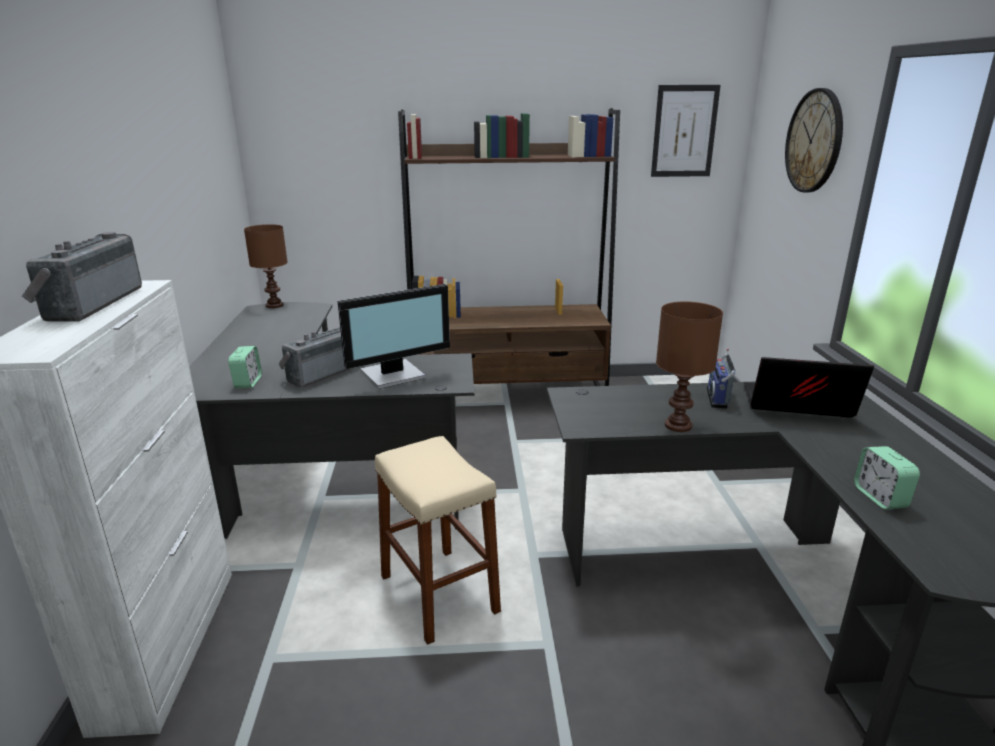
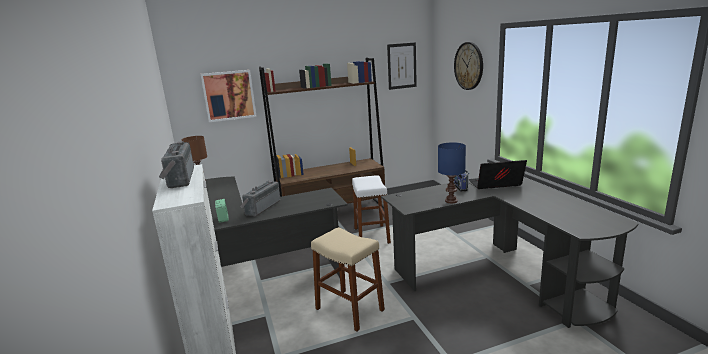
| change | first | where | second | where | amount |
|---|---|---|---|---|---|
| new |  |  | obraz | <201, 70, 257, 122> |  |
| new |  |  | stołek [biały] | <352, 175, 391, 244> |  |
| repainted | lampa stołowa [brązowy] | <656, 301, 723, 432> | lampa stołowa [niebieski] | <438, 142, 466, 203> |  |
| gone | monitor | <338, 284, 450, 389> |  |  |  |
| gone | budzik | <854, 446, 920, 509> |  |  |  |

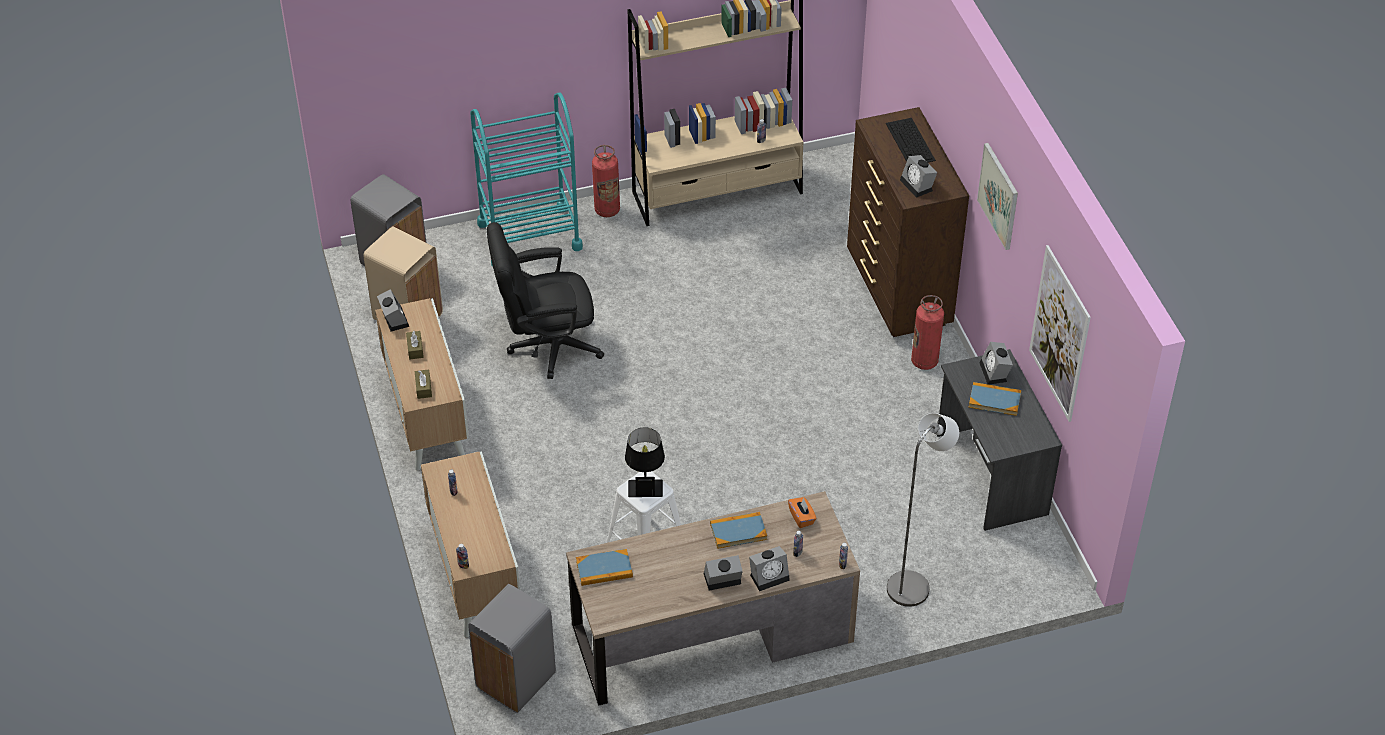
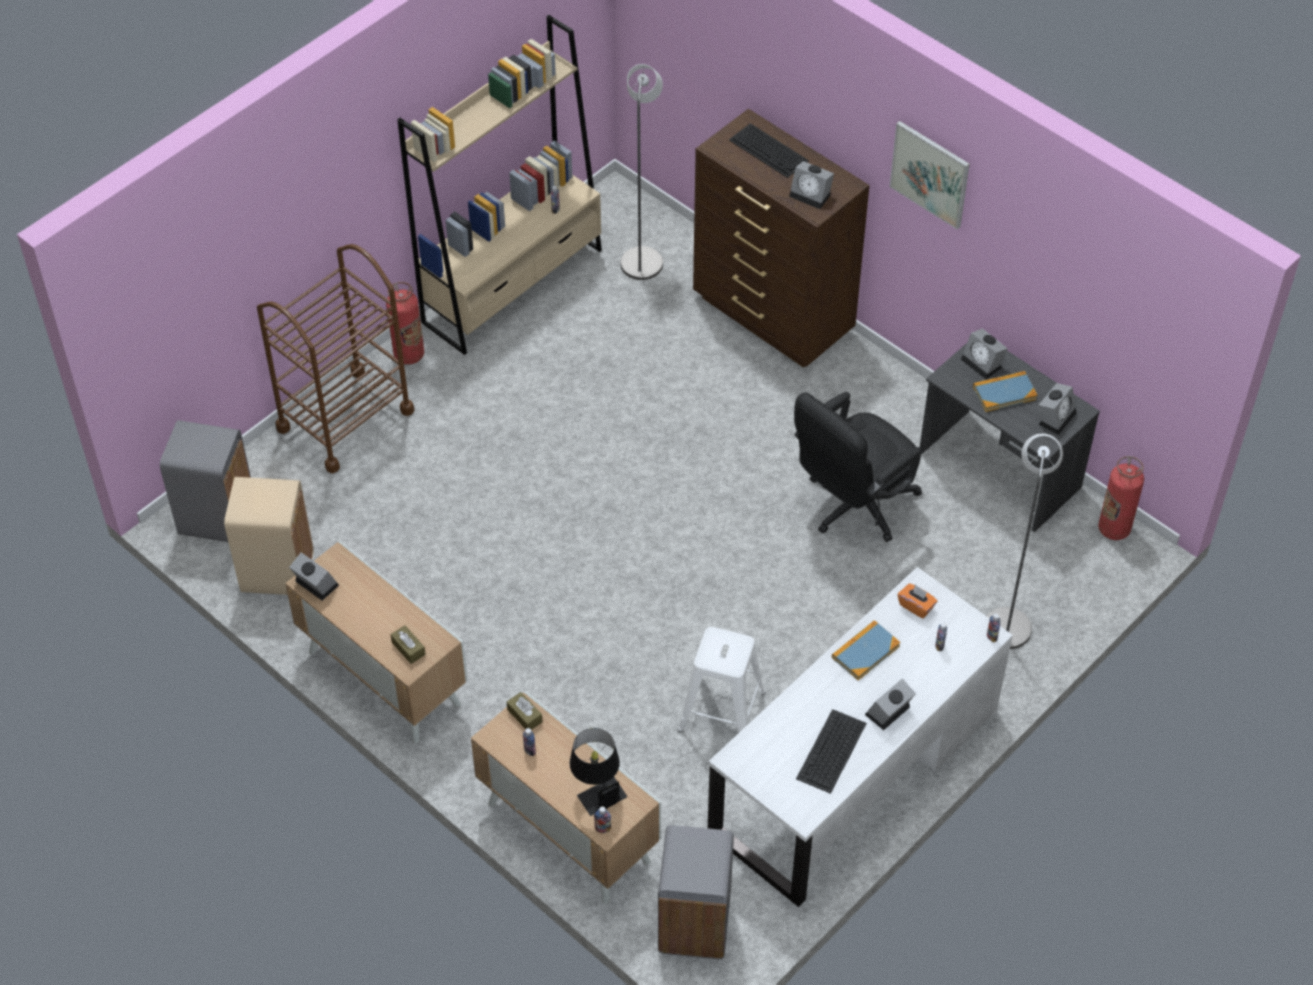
| change | first | where | second | where | amount |
|---|---|---|---|---|---|
| repainted | wózek [turkusowy] | <470, 93, 583, 267> | wózek [brązowy] | <257, 244, 415, 474> |  |
| shifted | pudełko chusteczek [brązowy] | <406, 331, 424, 359> |  | <507, 692, 543, 730> |  |
| shifted | lampa stołowa [czarny] | <625, 427, 665, 497> |  | <570, 728, 627, 816> |  |
| new |  |  | lampa stojąca [szary] | <620, 64, 663, 280> |  |
| repainted | biurko [brązowy] | <566, 491, 860, 706> | biurko [biały] | <708, 567, 1013, 907> |  |
| shifted | krzesło biurowe [czarny] | <487, 222, 604, 379> |  | <794, 392, 922, 542> |  |
| new |  |  | klawiatura | <796, 709, 867, 794> |  |
| shifted | budzik | <749, 546, 790, 591> |  | <1039, 383, 1076, 435> |  |
| shifted | gaśnica | <911, 295, 944, 370> |  | <1098, 456, 1144, 540> |  |
| gone | książka | <576, 549, 633, 586> |  |  |  |
| gone | obraz | <1029, 245, 1091, 422> |  |  |  |

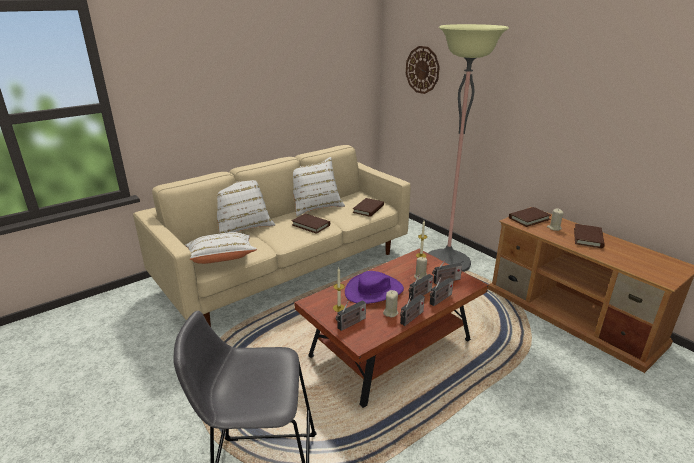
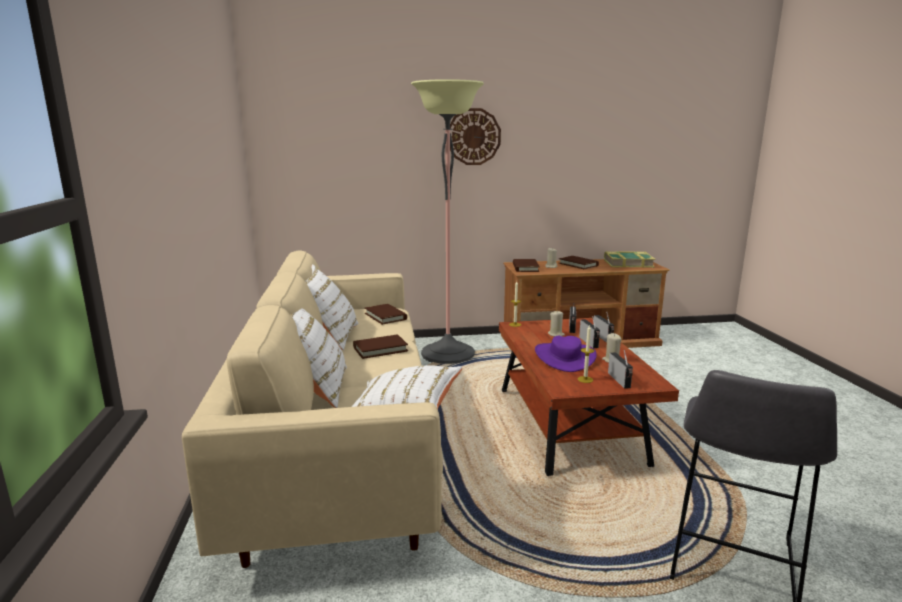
| change | first | where | second | where | amount |
|---|---|---|---|---|---|
| shifted | zegar ścienny | <406, 46, 440, 94> |  | <450, 108, 501, 165> |  |
| new |  |  | książka | <604, 251, 655, 268> |  |
| gone | radio | <400, 295, 425, 326> |  |  |  |

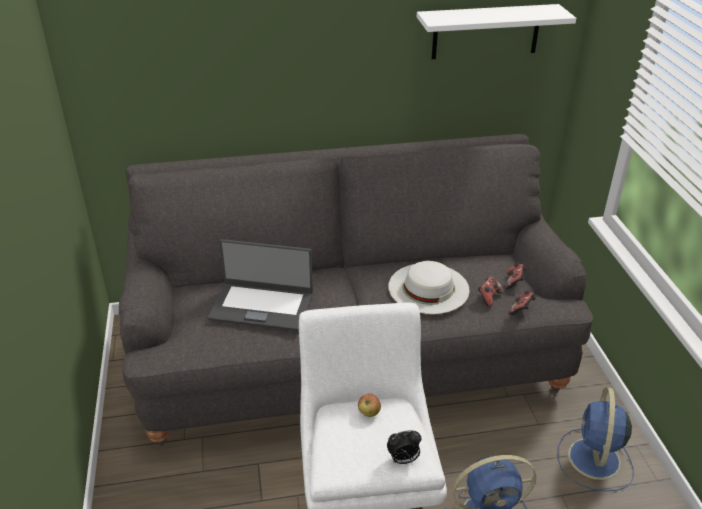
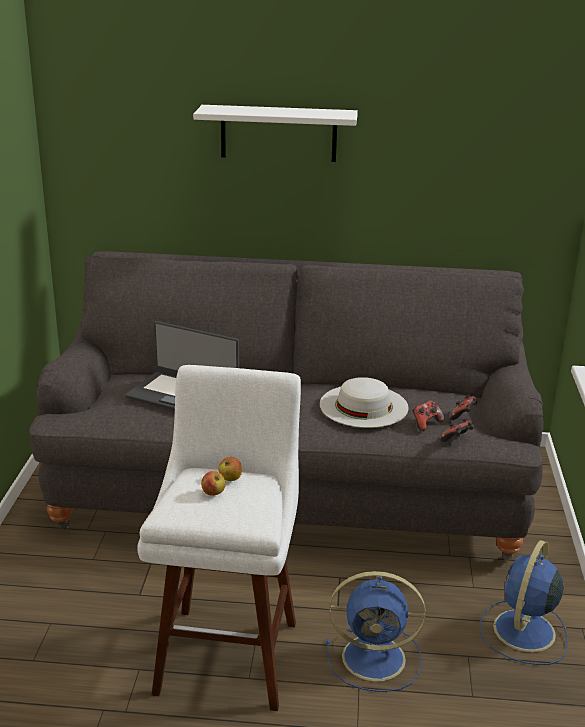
| change | first | where | second | where | amount |
|---|---|---|---|---|---|
| shifted | półka [biały] | <416, 4, 576, 59> |  | <193, 105, 358, 162> |  |
| new |  |  | jabłko | <201, 471, 226, 496> |  |
| gone | budzik | <387, 430, 422, 464> |  |  |  |

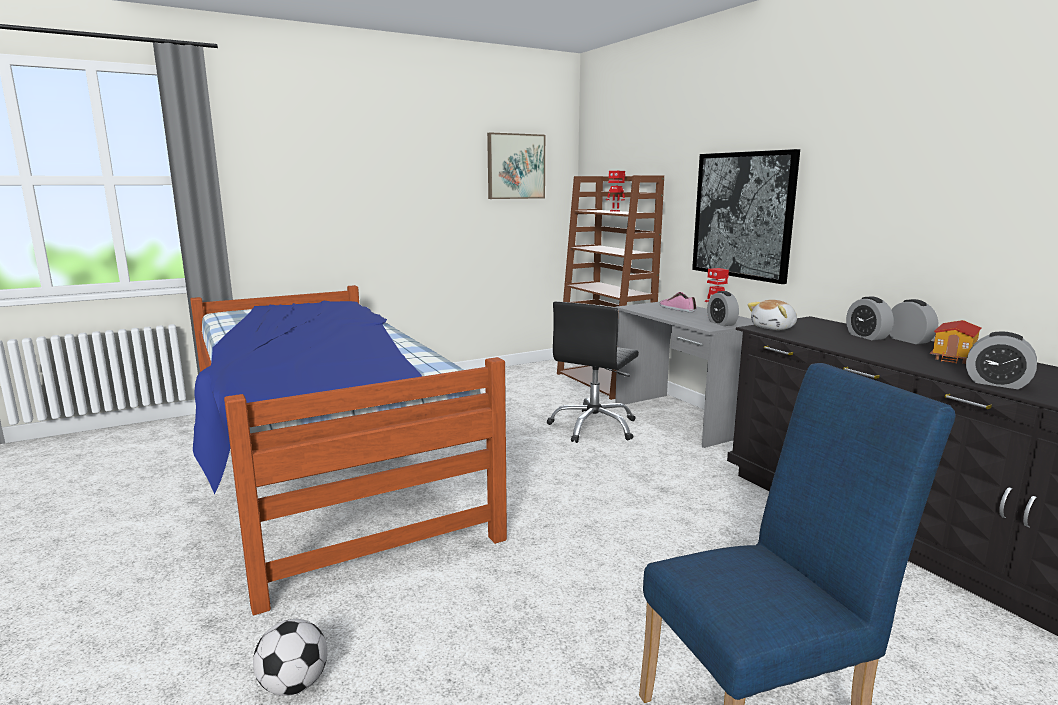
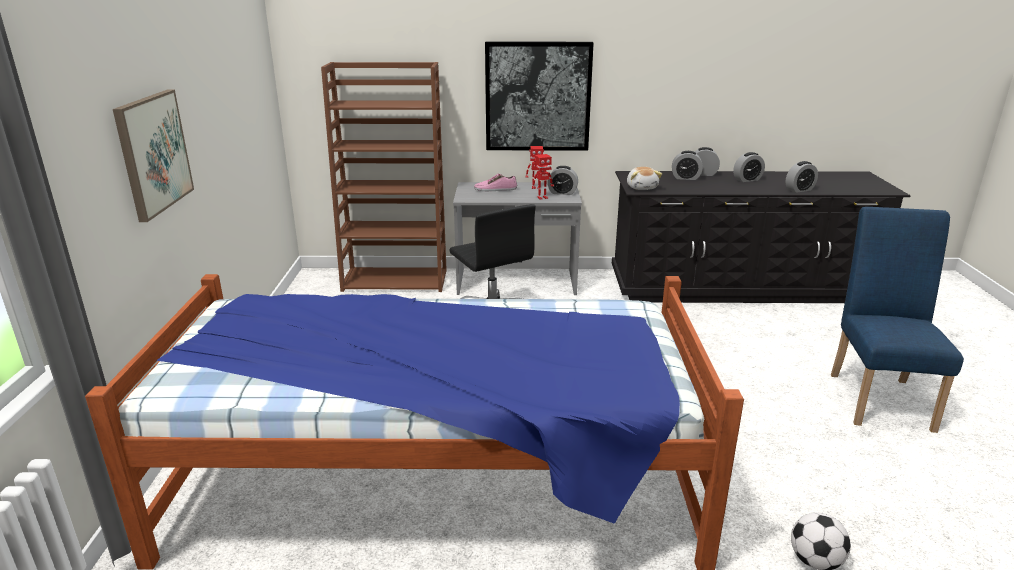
| change | first | where | second | where | amount |
|---|---|---|---|---|---|
| shifted | obraz | <487, 132, 545, 199> |  | <113, 90, 194, 222> |  |
| shifted | robot zabawkowy | <606, 171, 625, 212> |  | <532, 154, 554, 200> |  |
| swapped | domek | <930, 320, 981, 364> | budzik | <733, 152, 765, 182> |  |

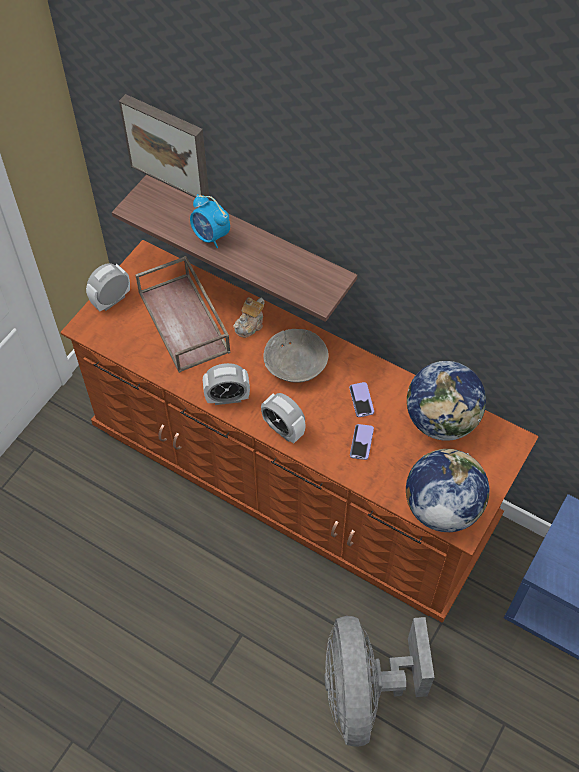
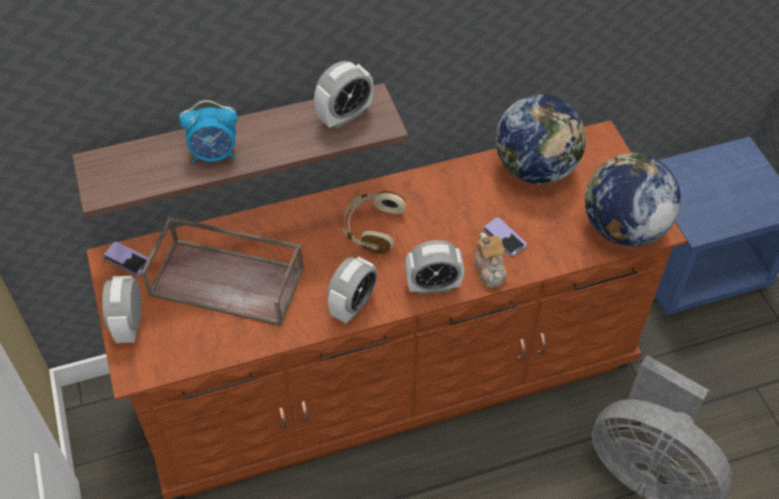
| change | first | where | second | where | amount |
|---|---|---|---|---|---|
| shifted | telefon | <349, 382, 374, 417> |  | <103, 242, 148, 276> |  |
| new |  |  | budzik | <314, 61, 373, 129> |  |
| swapped | miska [szary] | <263, 329, 329, 383> | słuchawki [beżowy] | <342, 191, 406, 254> |  |
| shifted | imbryk | <233, 297, 264, 338> |  | <475, 232, 507, 288> |  |
| gone | obraz | <119, 94, 209, 198> |  |  |  |

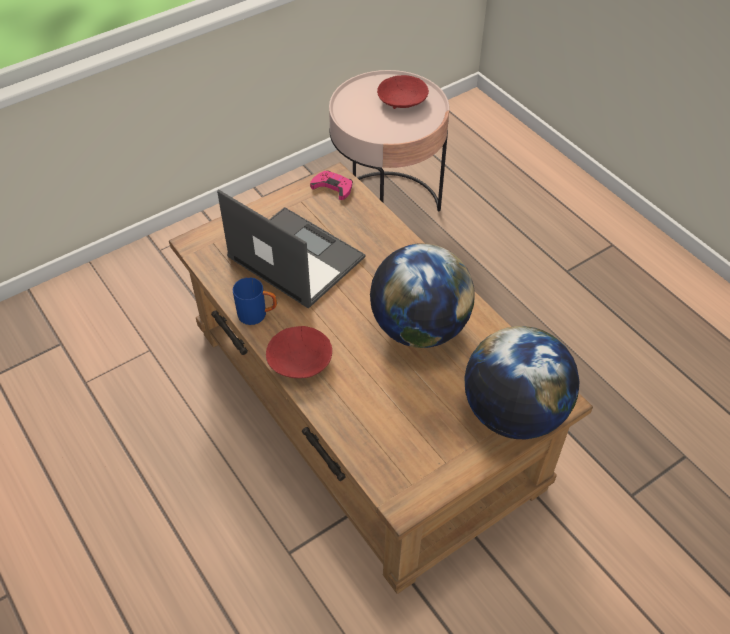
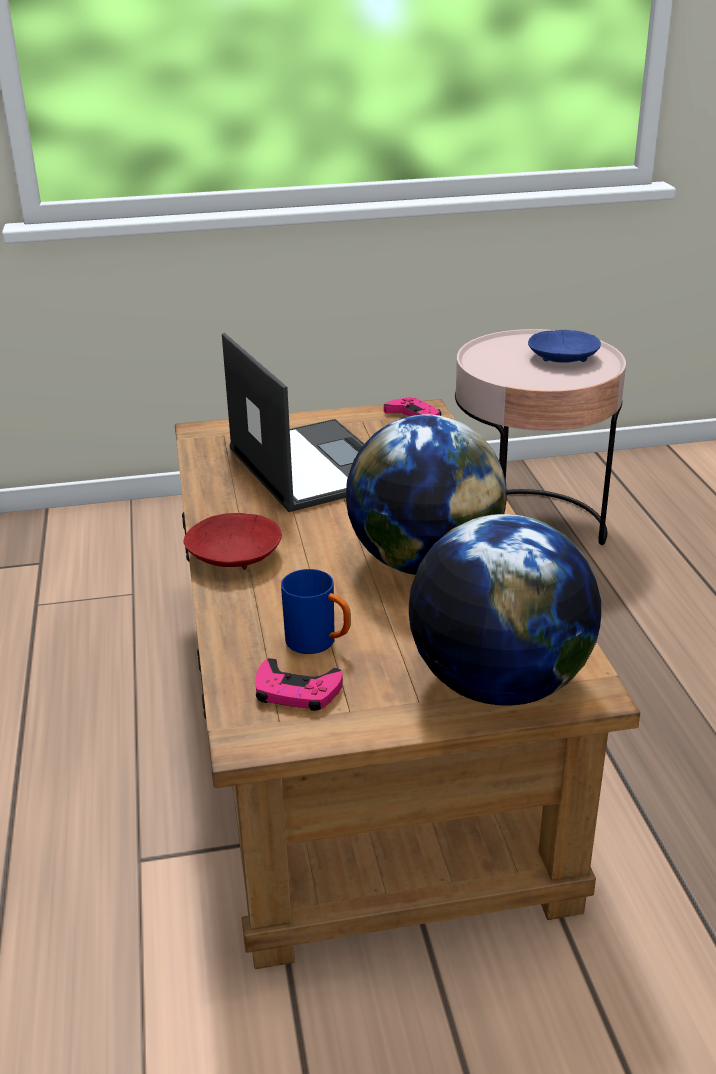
| change | first | where | second | where | amount |
|---|---|---|---|---|---|
| new |  |  | pad do gier [różowy] | <256, 658, 343, 711> |  |
| shifted | kubek [niebieski] | <233, 277, 277, 325> |  | <281, 569, 351, 654> |  |
| repainted | miska [czerwony] | <377, 75, 429, 109> | miska [niebieski] | <528, 330, 601, 363> |  |

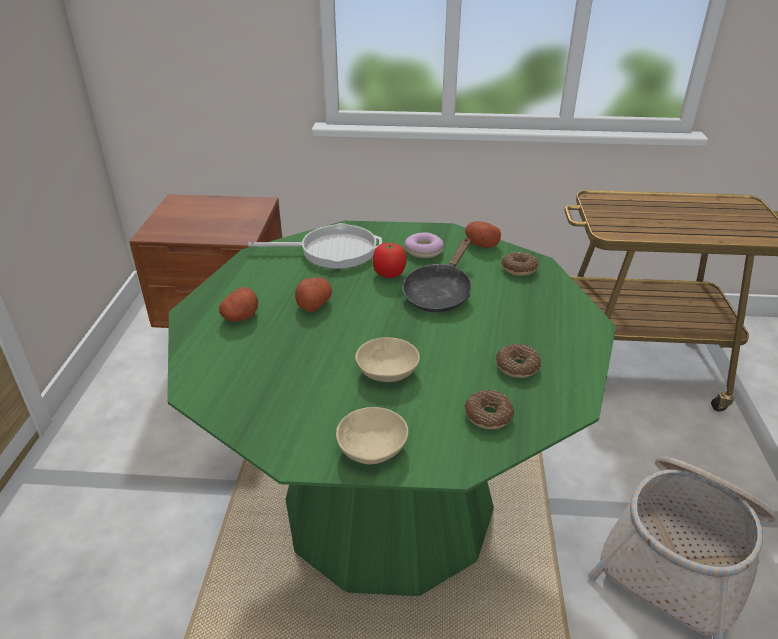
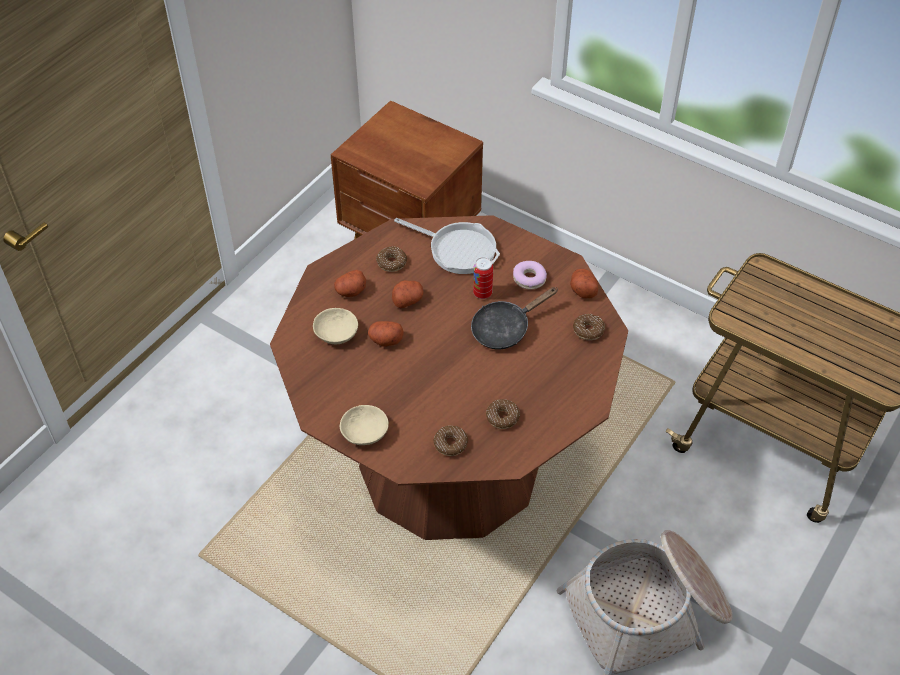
| change | first | where | second | where | amount |
|---|---|---|---|---|---|
| repainted | stół jadalny [zielony] | <167, 221, 616, 596> | stół jadalny [brązowy] | <270, 215, 628, 540> |  |
| shifted | miska [beżowy] | <355, 337, 420, 382> |  | <313, 308, 358, 344> |  |
| new |  |  | ziemniak | <368, 321, 404, 347> |  |
| new |  |  | donut | <376, 246, 407, 272> |  |
| swapped | pomidor | <373, 243, 407, 278> | puszka | <473, 257, 493, 299> |  |

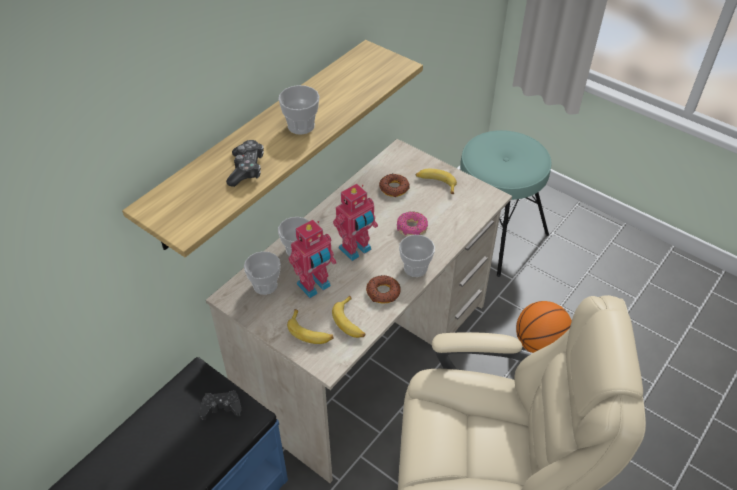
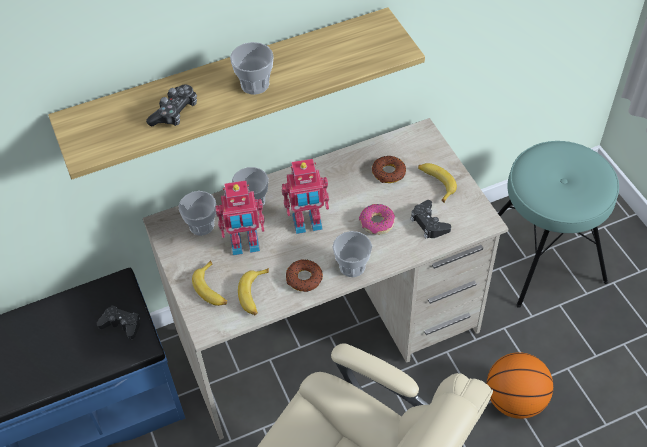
| change | first | where | second | where | amount |
|---|---|---|---|---|---|
| new |  |  | pad do gier [czarny] | <411, 200, 451, 239> |  |

